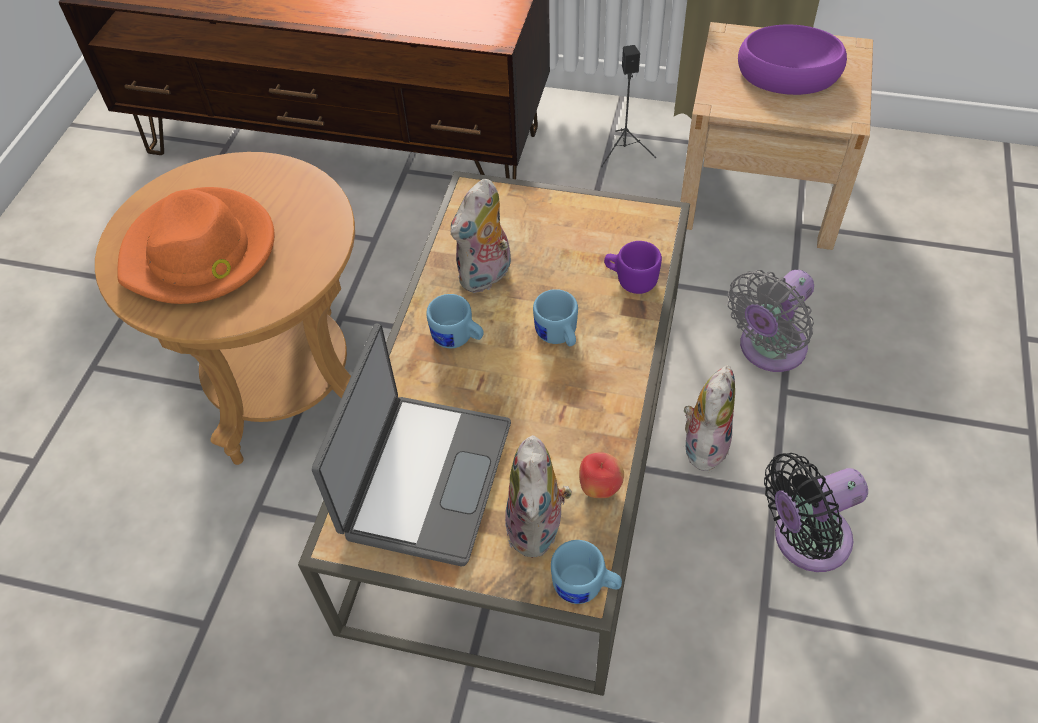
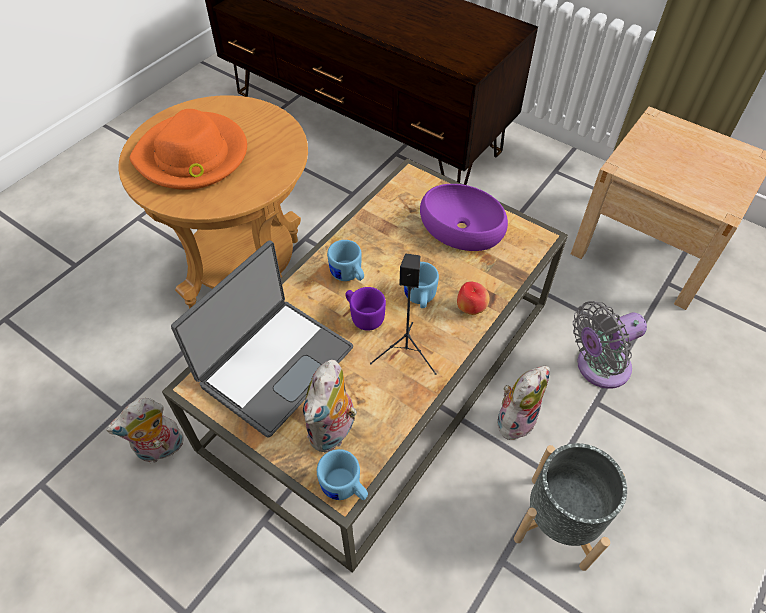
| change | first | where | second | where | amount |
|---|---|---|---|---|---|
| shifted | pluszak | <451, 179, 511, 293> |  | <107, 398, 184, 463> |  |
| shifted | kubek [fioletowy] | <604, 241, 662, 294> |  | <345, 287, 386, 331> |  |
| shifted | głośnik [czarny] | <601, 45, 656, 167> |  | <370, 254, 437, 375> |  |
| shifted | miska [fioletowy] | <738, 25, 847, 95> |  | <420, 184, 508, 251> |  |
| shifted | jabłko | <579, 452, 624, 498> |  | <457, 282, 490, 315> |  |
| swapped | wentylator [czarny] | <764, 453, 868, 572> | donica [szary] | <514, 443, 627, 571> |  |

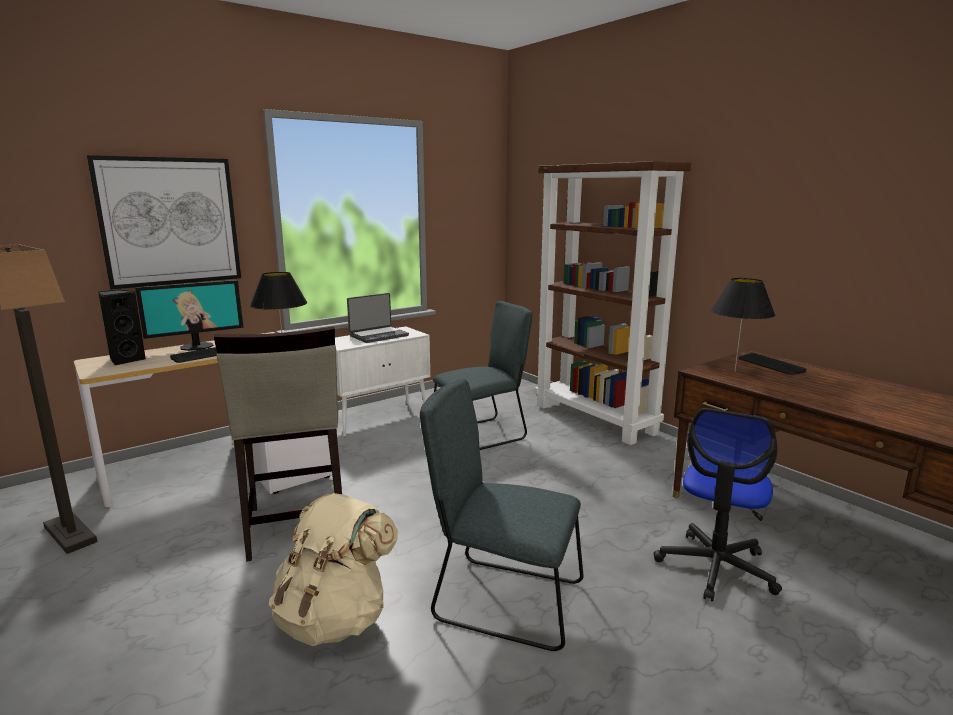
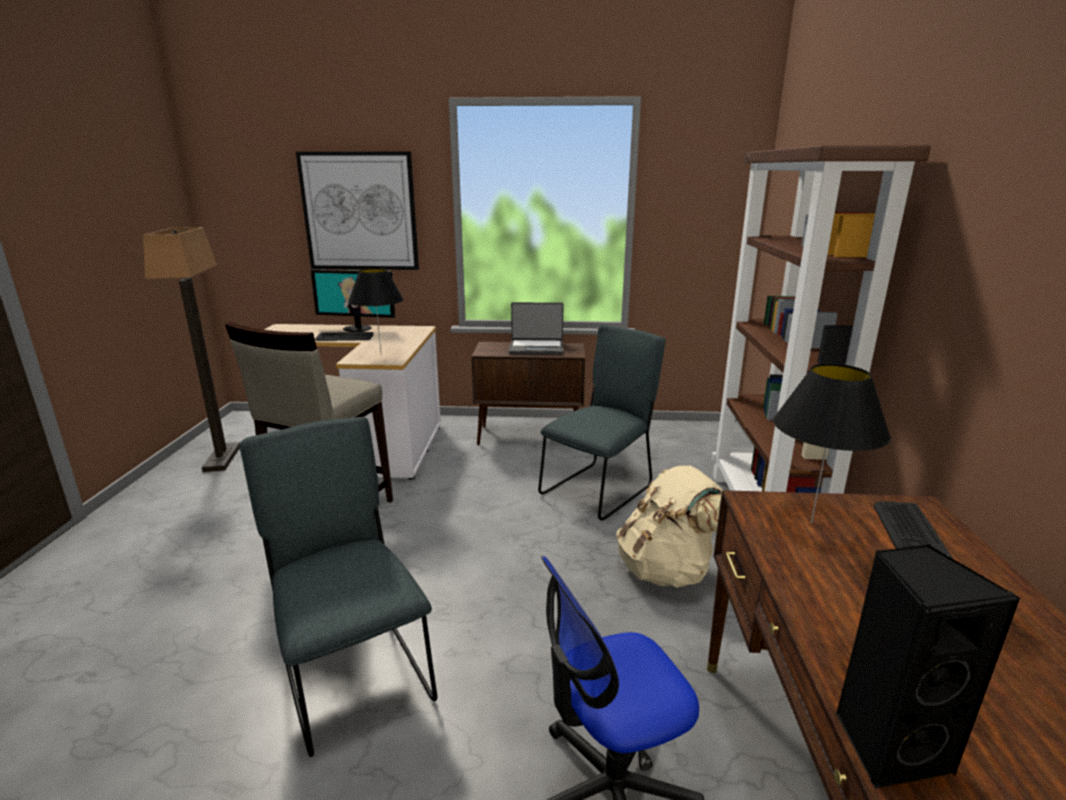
| change | first | where | second | where | amount |
|---|---|---|---|---|---|
| repainted | szafka [biały] | <335, 326, 430, 437> | szafka [brązowy] | <471, 342, 585, 445> |  |
| rotated | krzesło [szary] | <433, 301, 532, 450> |  | <538, 325, 665, 521> | 60 degrees counterclockwise |
| shifted | plecak [beżowy] | <269, 493, 398, 646> |  | <616, 465, 723, 588> |  |
| shifted | głośnik [czarny] | <98, 289, 146, 365> |  | <836, 544, 1020, 789> |  |

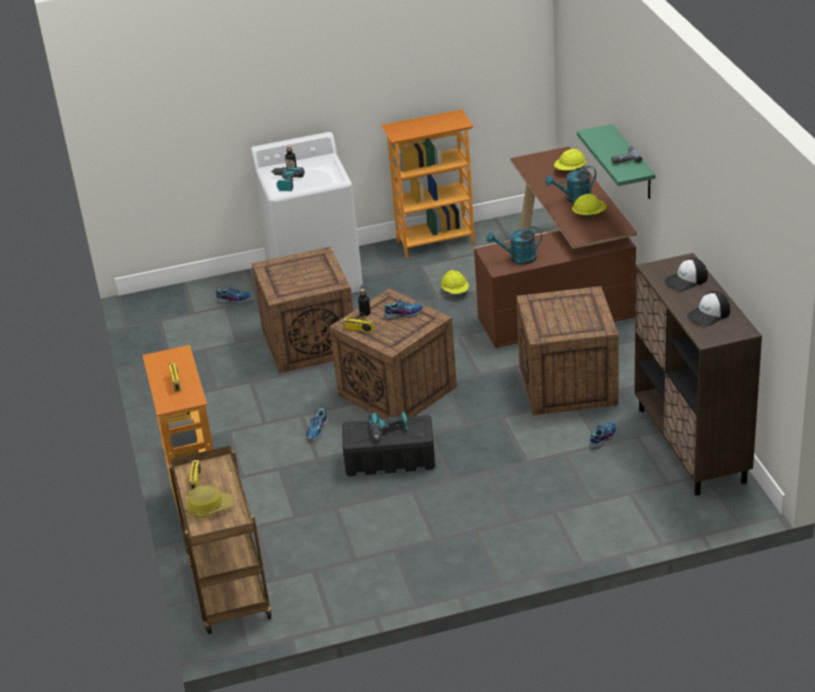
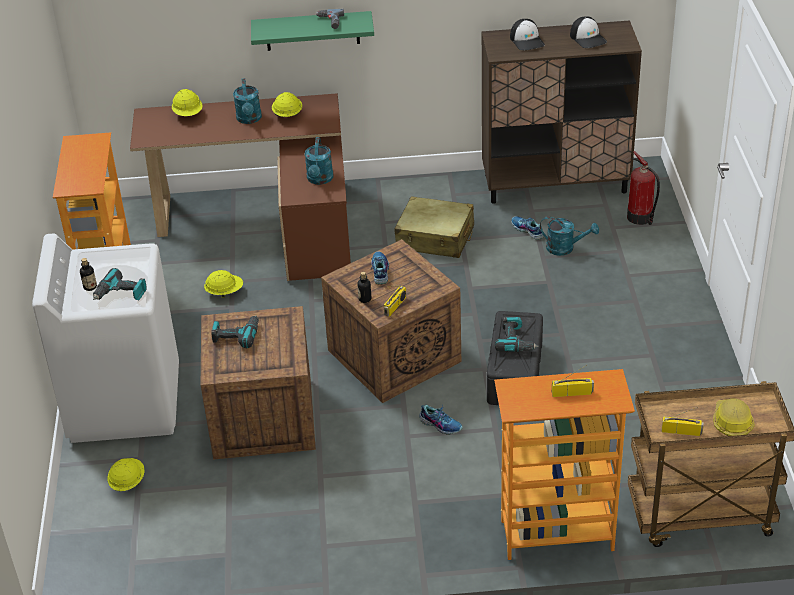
| change | first | where | second | where | amount |
|---|---|---|---|---|---|
| swapped | but | <215, 286, 251, 304> | kask [żółty] | <107, 458, 145, 491> |  |
| new |  |  | wiertarka | <211, 315, 259, 348> |  |
| swapped | skrzynka | <516, 286, 619, 415> | walizka [beżowy] | <394, 196, 474, 258> |  |
| new |  |  | konewka [turkusowy] | <540, 216, 599, 256> |  |
| new |  |  | gaśnica | <627, 151, 660, 225> |  |

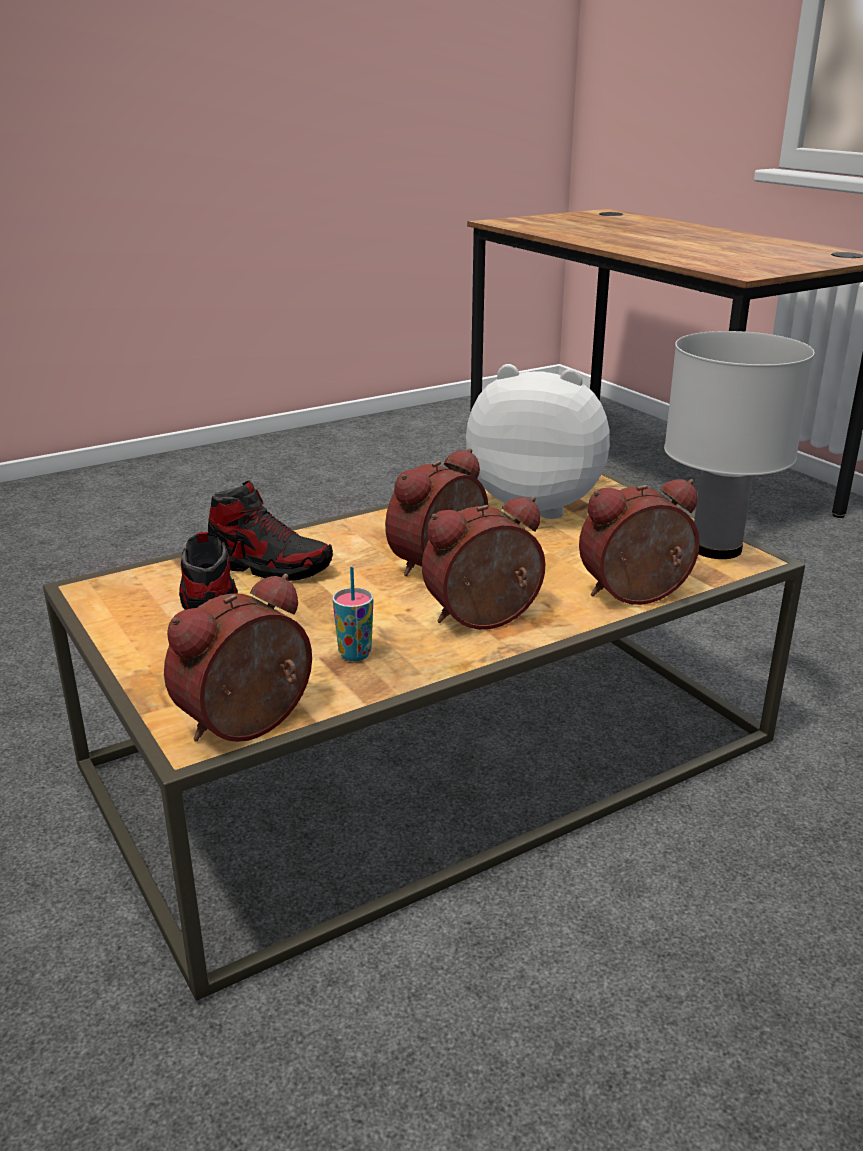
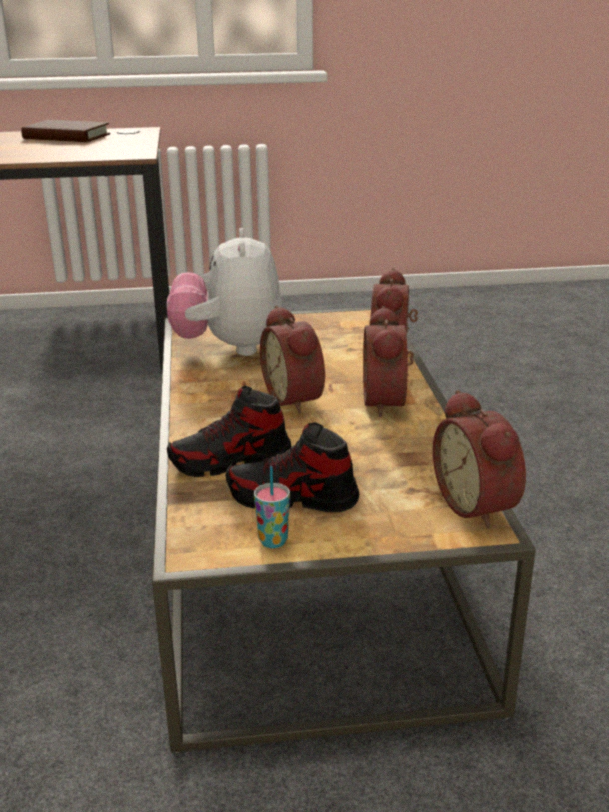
| change | first | where | second | where | amount |
|---|---|---|---|---|---|
| new |  |  | książka [brązowy] | <21, 120, 110, 142> |  |
| rotated | pluszak | <466, 364, 610, 519> |  | <167, 228, 283, 356> | 45 degrees counterclockwise |
| rotated | but | <208, 480, 333, 581> |  | <167, 386, 291, 477> | 150 degrees counterclockwise |
| shifted | filiżanka | <333, 567, 373, 661> |  | <254, 466, 290, 548> |  |
| gone | lampa stołowa [biały] | <664, 331, 814, 559> |  |  |  |

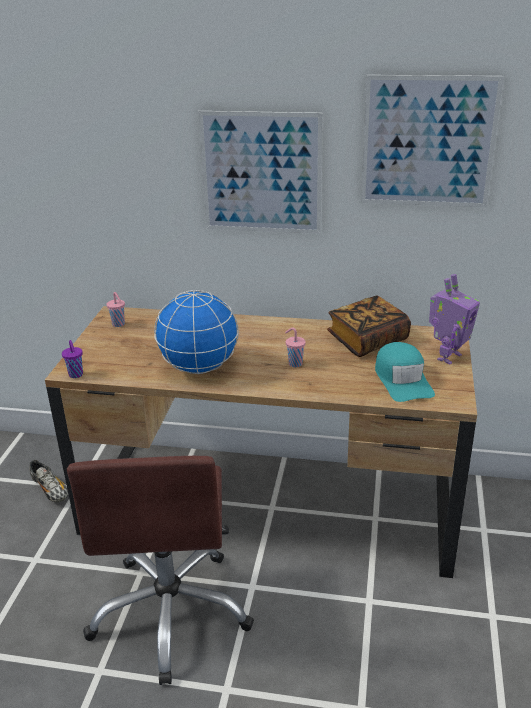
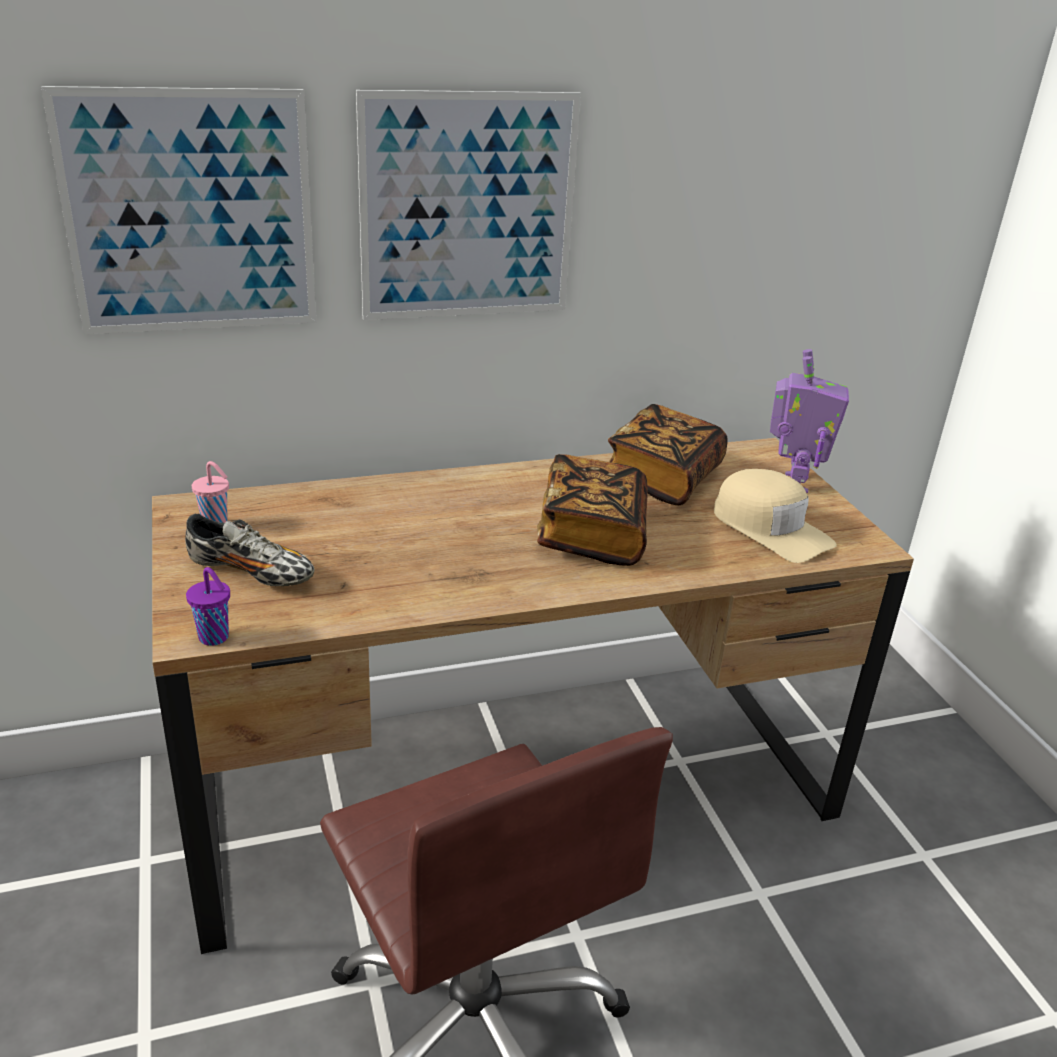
| change | first | where | second | where | amount |
|---|---|---|---|---|---|
| shifted | obraz | <361, 75, 504, 207> |  | <41, 86, 316, 334> |  |
| shifted | but | <30, 460, 68, 502> |  | <185, 513, 315, 586> |  |
| swapped | filiżanka [różowy] | <285, 328, 306, 367> | książka | <537, 454, 648, 566> |  |
| repainted | czapka z daszkiem [turkusowy] | <375, 342, 435, 402> | czapka z daszkiem [beżowy] | <714, 469, 837, 563> |  |
| gone | globus | <154, 290, 239, 374> |  |  |  |

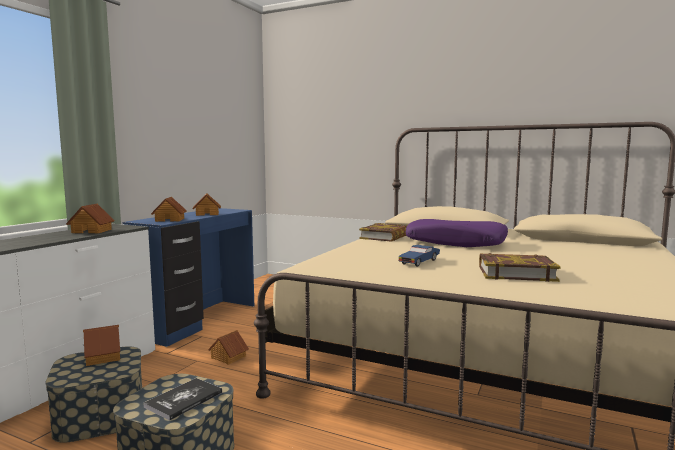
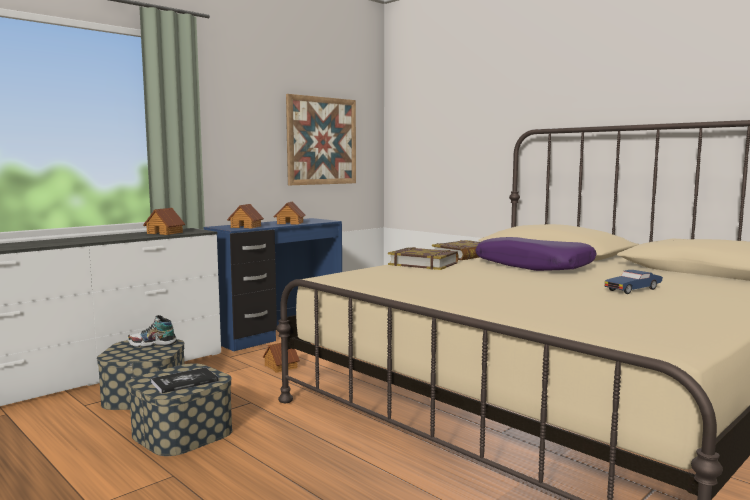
| change | first | where | second | where | amount |
|---|---|---|---|---|---|
| swapped | domek | <83, 325, 120, 366> | but | <127, 315, 177, 347> |  |
| new |  |  | obraz | <286, 94, 356, 185> |  |
| shifted | książka | <479, 253, 561, 282> |  | <388, 247, 459, 270> |  |
| shifted | samochodzik [niebieski] | <399, 245, 440, 267> |  | <605, 270, 663, 294> |  |

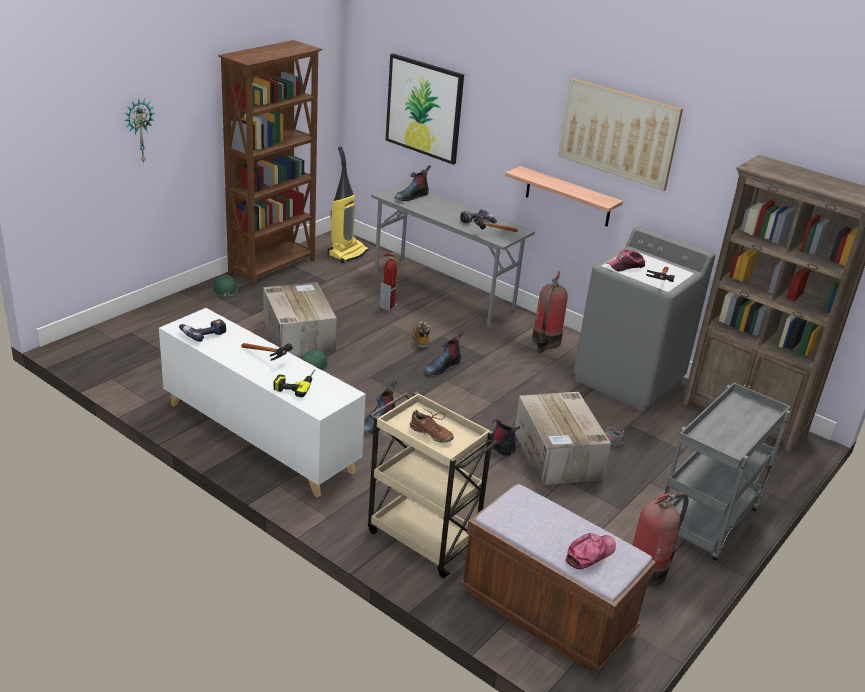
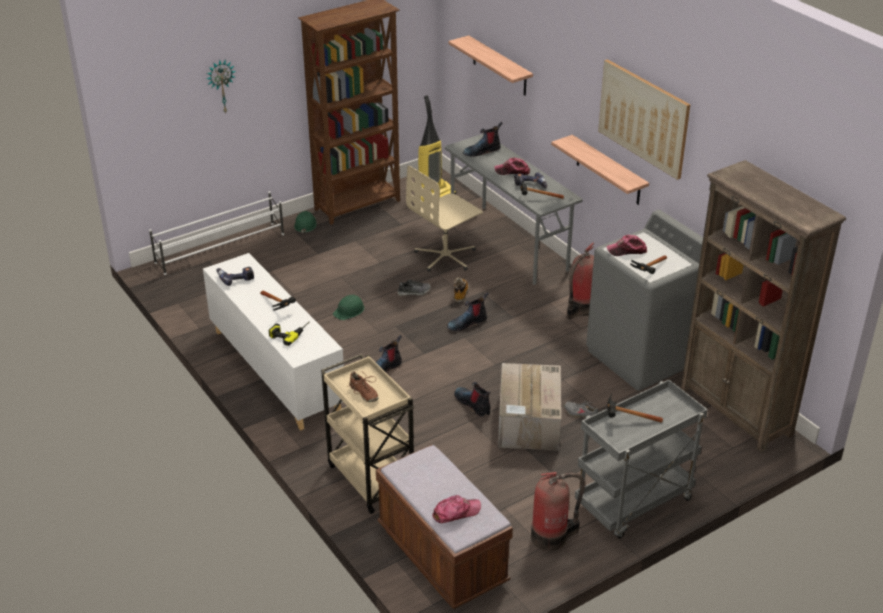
| change | first | where | second | where | amount |
|---|---|---|---|---|---|
| new |  |  | regał na buty [biały] | <149, 191, 284, 275> |  |
| new |  |  | but | <398, 279, 431, 296> |  |
| swapped | gaśnica | <380, 253, 397, 312> | krzesło biurowe [beżowy] | <406, 165, 483, 272> |  |
| swapped | obraz | <386, 53, 464, 165> | półka | <448, 35, 533, 96> |  |
| new |  |  | czapka z daszkiem | <494, 158, 530, 175> |  |
| new |  |  | młotek | <607, 394, 663, 423> |  |
| gone | karton | <263, 282, 337, 357> |  |  |  |

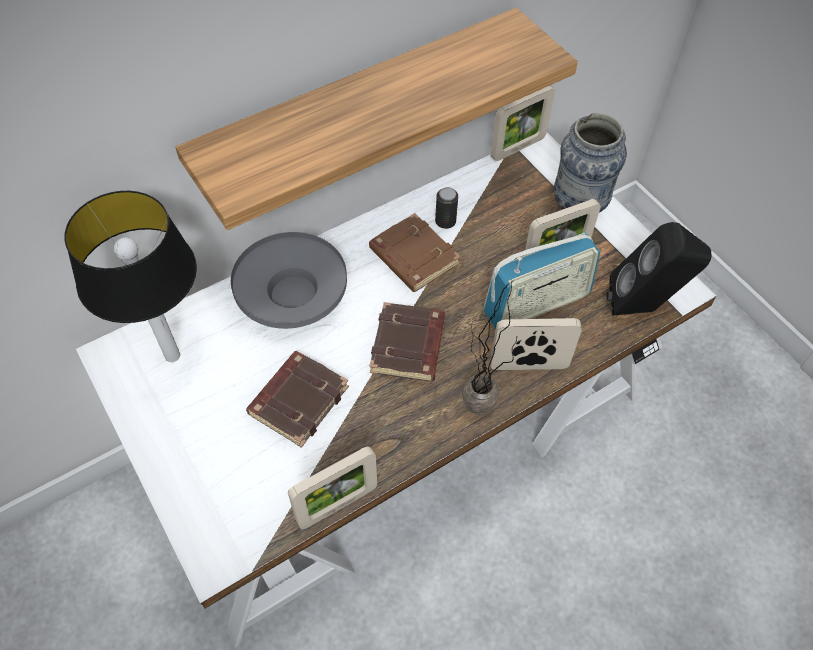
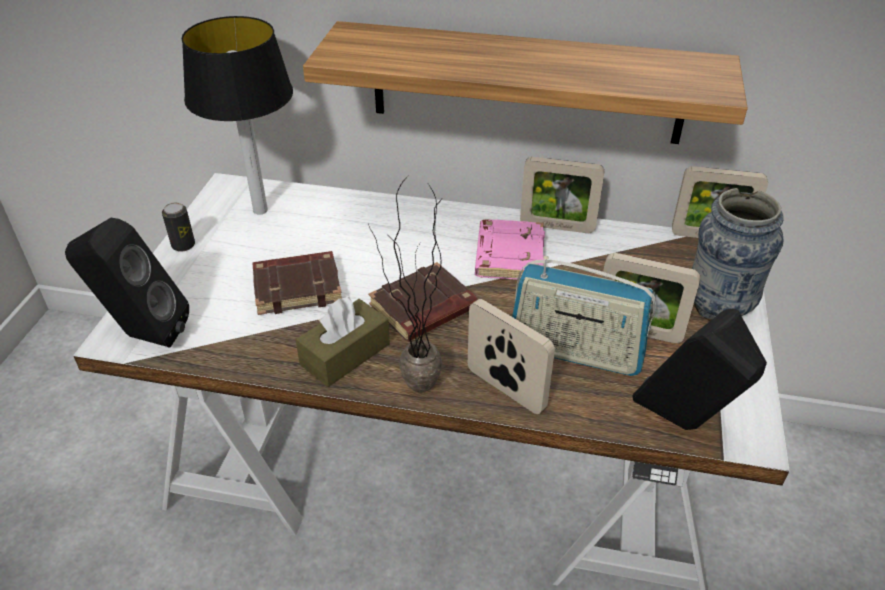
| change | first | where | second | where | amount |
|---|---|---|---|---|---|
| new |  |  | głośnik [czarny] | <65, 218, 189, 348> |  |
| shifted | puszka | <435, 187, 458, 229> |  | <162, 202, 195, 252> |  |
| new |  |  | pudełko chusteczek [brązowy] | <296, 297, 390, 387> |  |
| repainted | książka [brązowy] | <369, 213, 460, 292> | książka [różowy] | <475, 219, 545, 280> |  |
| shifted | ramka na zdjęcie | <288, 446, 377, 529> |  | <520, 157, 604, 233> |  |
| gone | miska [szary] | <231, 232, 347, 329> |  |  |  |

